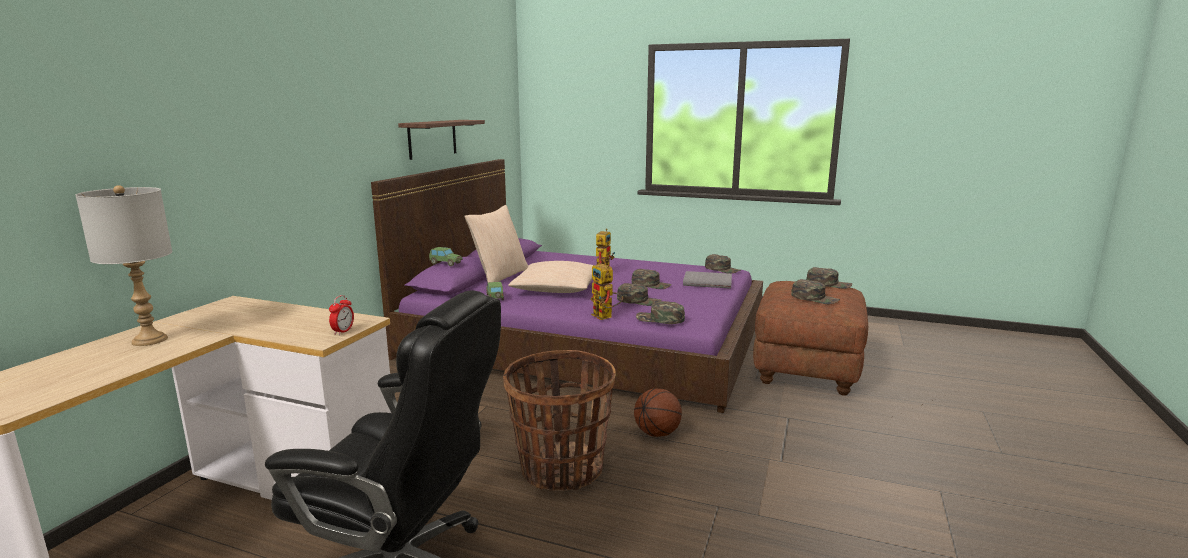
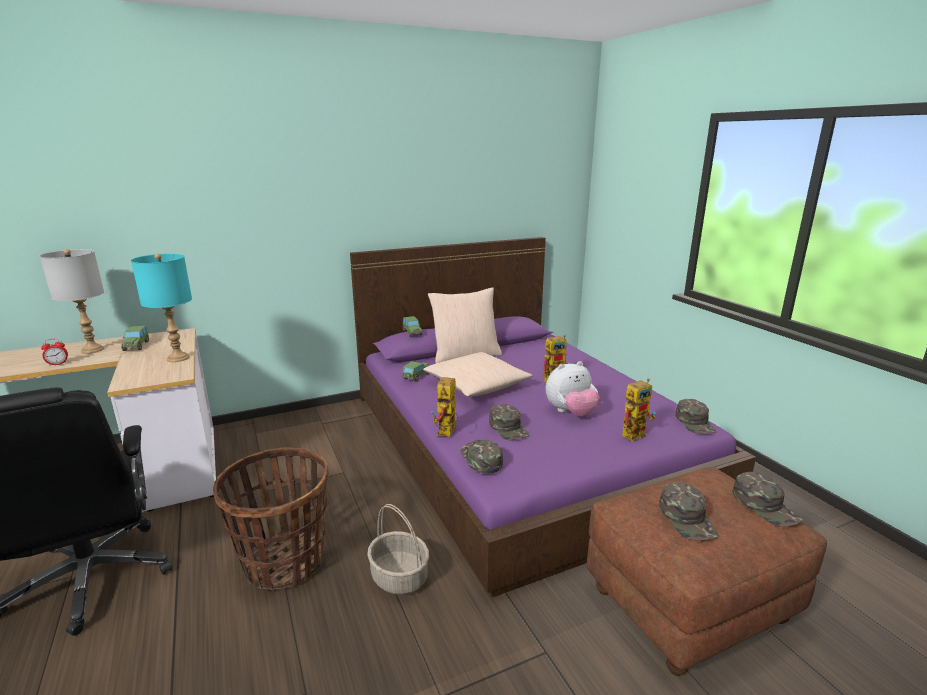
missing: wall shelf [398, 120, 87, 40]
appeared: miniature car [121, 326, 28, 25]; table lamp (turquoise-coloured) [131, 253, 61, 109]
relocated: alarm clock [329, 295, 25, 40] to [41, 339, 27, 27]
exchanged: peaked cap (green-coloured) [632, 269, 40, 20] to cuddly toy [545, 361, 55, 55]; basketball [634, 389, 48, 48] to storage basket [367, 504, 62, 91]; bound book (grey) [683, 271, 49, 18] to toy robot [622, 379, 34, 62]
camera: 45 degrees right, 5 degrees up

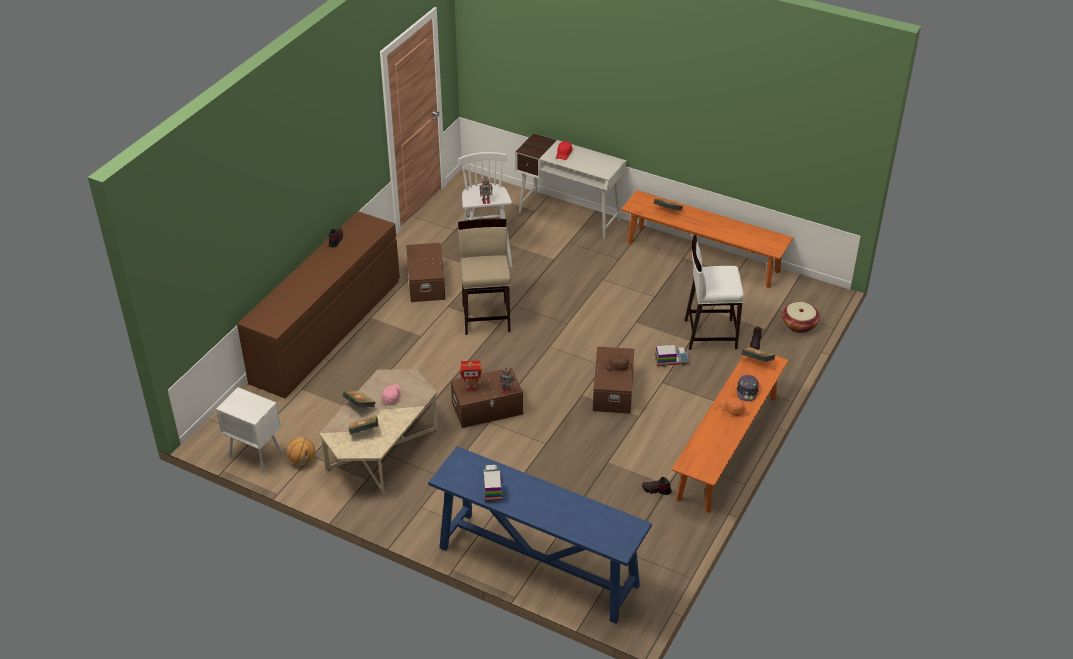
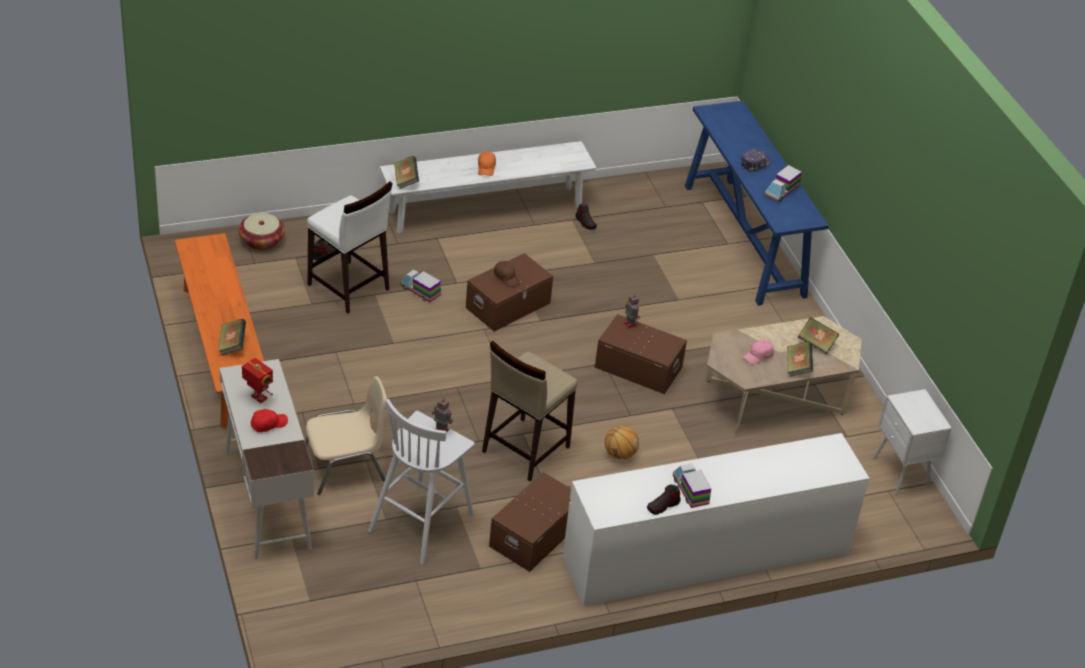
appeared: plain chair (beige) [305, 376, 82, 119]; toy lorry [673, 463, 38, 45]
relocated: basketball [287, 437, 28, 28] to [605, 425, 34, 35]; toy robot [455, 361, 33, 30] to [242, 358, 31, 45]; peaked cap [737, 375, 22, 26] to [741, 149, 30, 23]
colour: dresser (brownish) [237, 211, 163, 188] to dresser (white-coloured) [563, 433, 307, 173]; bench (orange) [671, 347, 118, 166] to bench (white-coloured) [380, 141, 217, 93]
camera: 140 degrees left, 0 degrees up

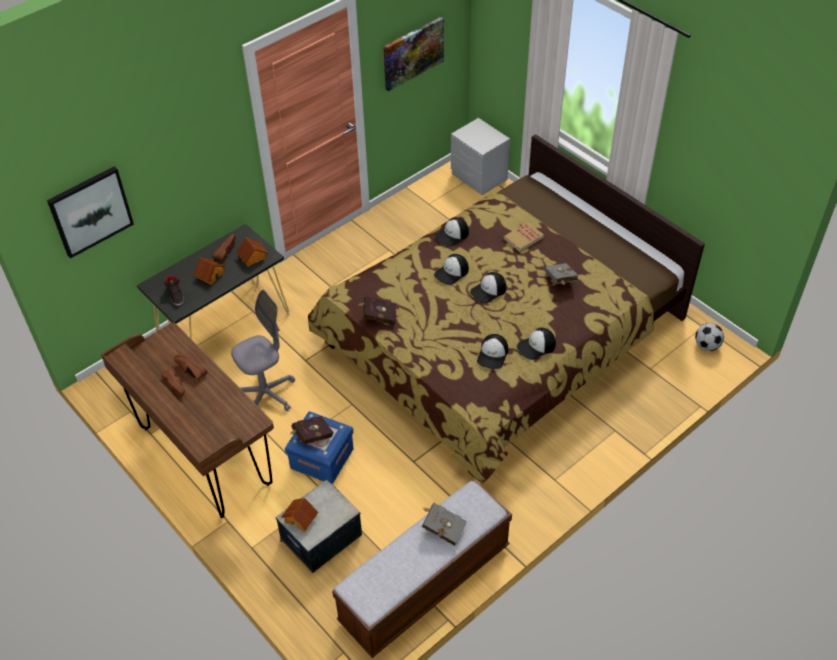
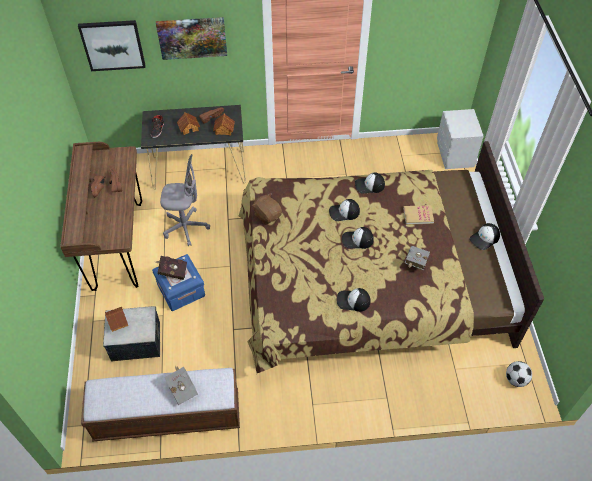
relocated: wall art [383, 17, 61, 74] to [156, 17, 71, 43]; peaked cap [477, 334, 31, 35] to [470, 223, 30, 27]
exchanged: bound book (red) [358, 296, 38, 29] to cuddly toy (brownish) [252, 193, 30, 32]
camera: 35 degrees right, 5 degrees up

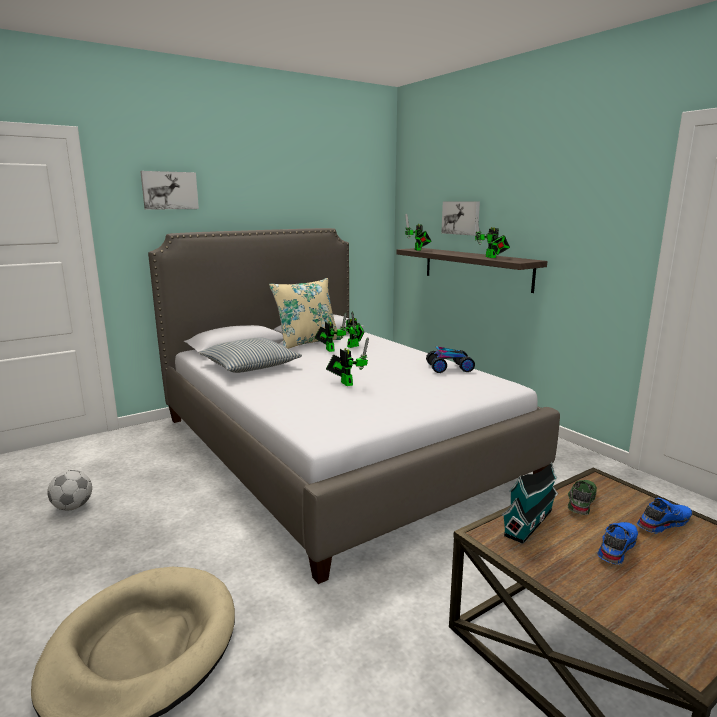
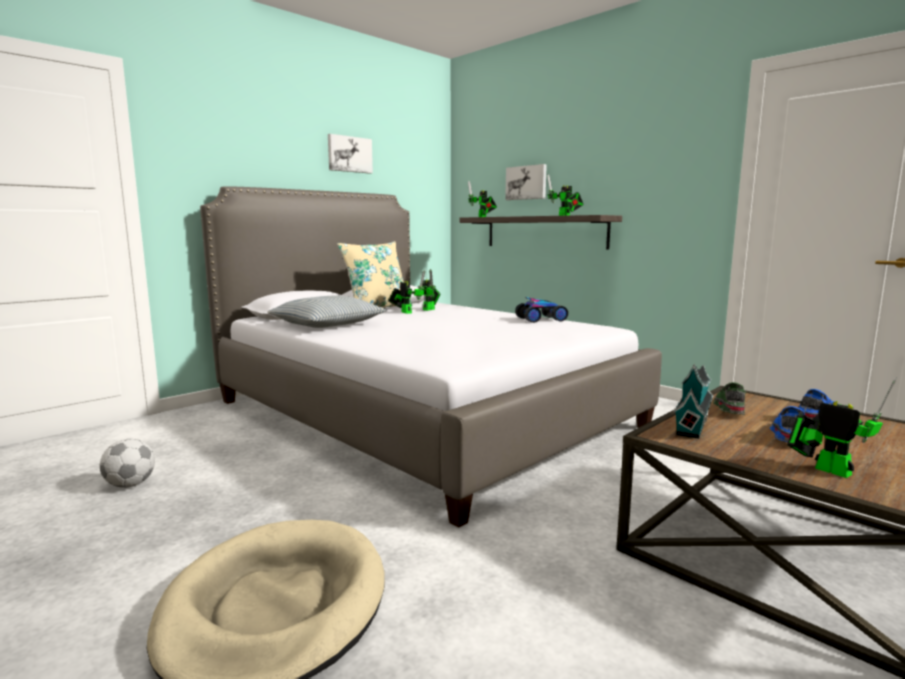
relocated: wall art [140, 171, 59, 39] to [328, 134, 45, 40]; toy robot [326, 337, 43, 49] to [787, 377, 110, 101]
camera: 10 degrees left, 5 degrees down

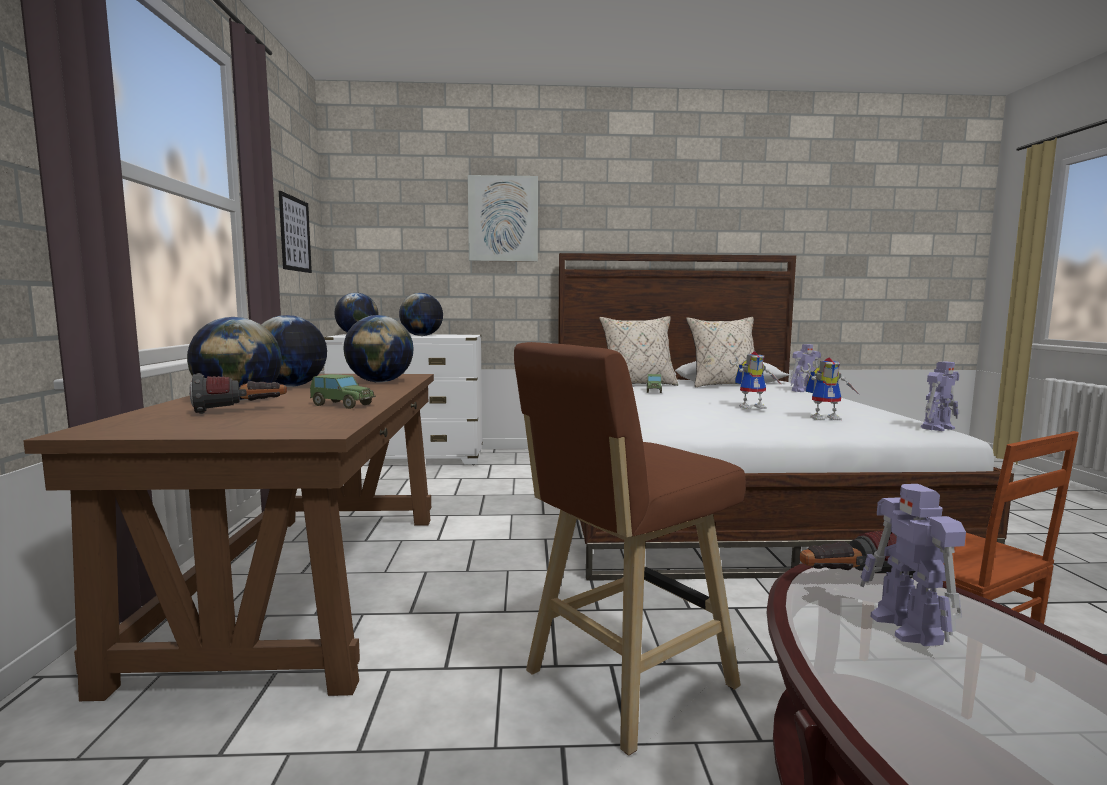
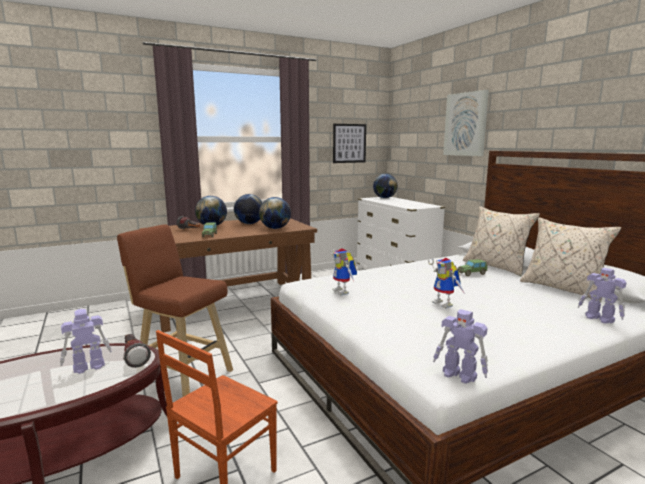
missing: desk globe [399, 293, 44, 43]
relocated: toy robot [800, 357, 59, 63] to [331, 249, 26, 46]
camera: 65 degrees right, 5 degrees up

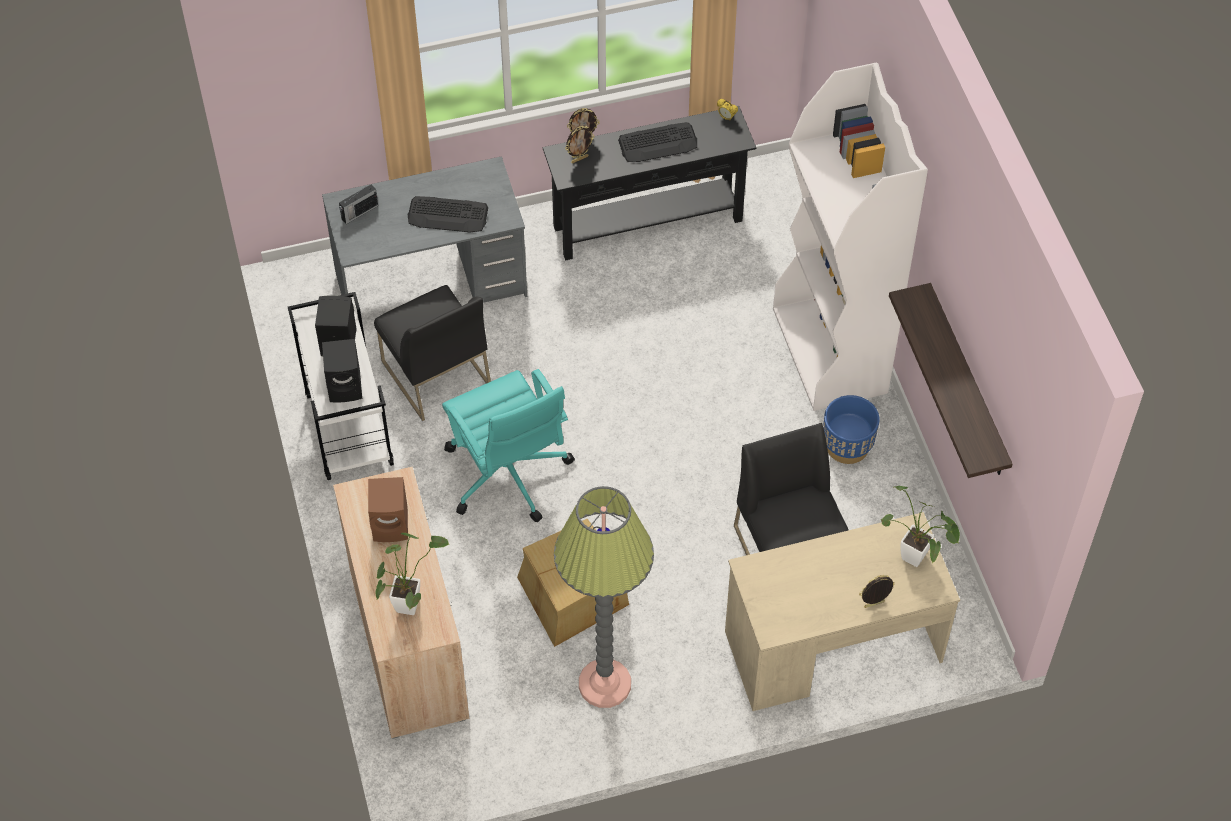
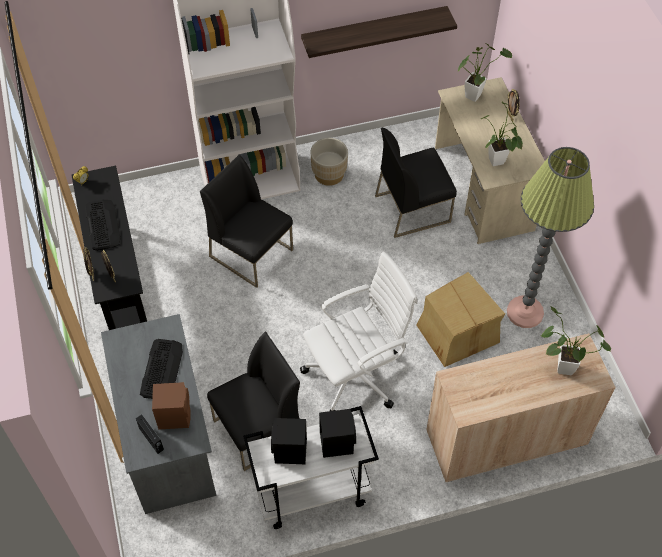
appeared: plain chair (black-coloured) [200, 154, 93, 134]; plant in a pot [481, 102, 42, 64]
relocated: speaker (brownish) [368, 477, 40, 65] to [152, 382, 39, 48]
colour: office chair (turquoise-coloured) [442, 369, 133, 154] to office chair (white-coloured) [300, 251, 117, 160]; planter (blue) [823, 395, 57, 69] to planter (beige) [311, 138, 37, 48]
camera: 90 degrees left, 0 degrees up

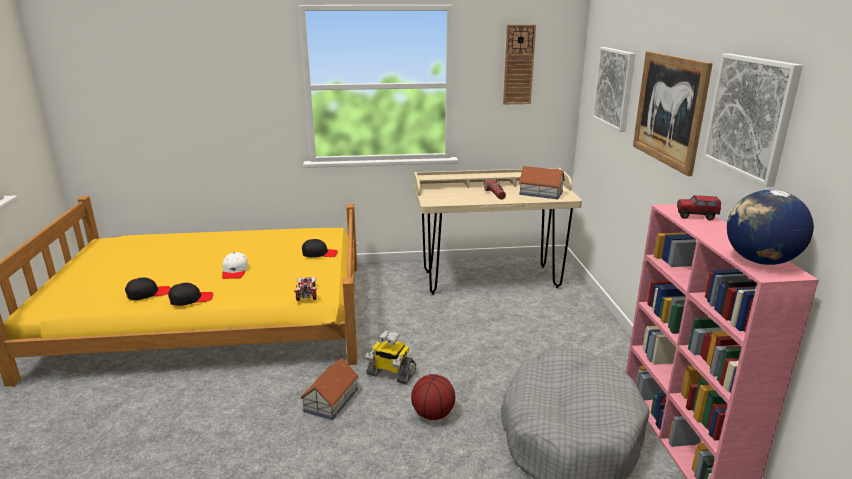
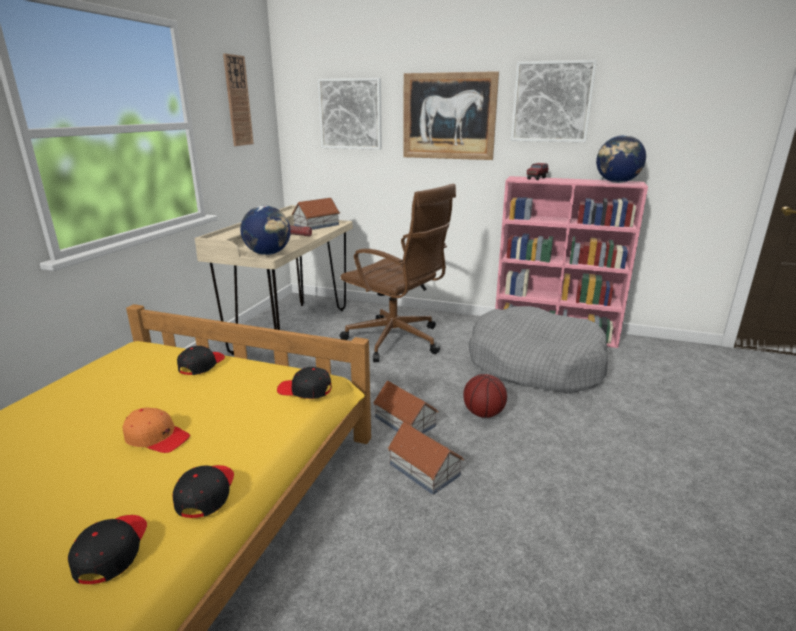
appeared: desk globe [240, 206, 51, 49]; office chair (brownish) [340, 184, 116, 178]
exchanged: miniature car [294, 277, 24, 24] to peaked cap (black-coloured) [277, 367, 55, 32]; toy robot [366, 330, 50, 54] to toy house [373, 381, 65, 52]
colour: peaked cap (white-coloured) [222, 252, 26, 27] to peaked cap (orange) [123, 408, 67, 45]
camera: 65 degrees left, 0 degrees up

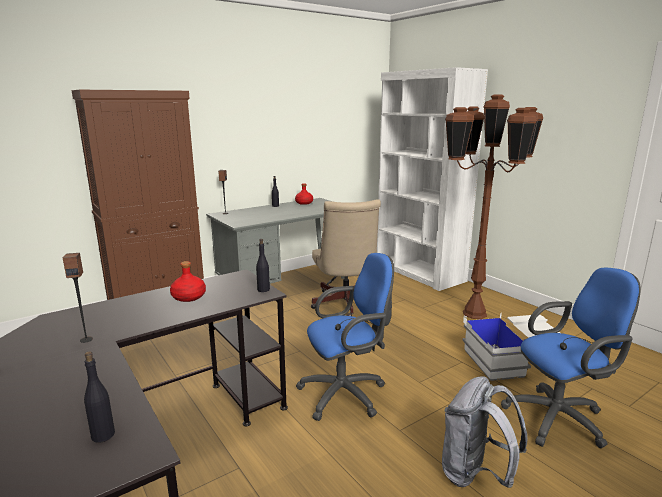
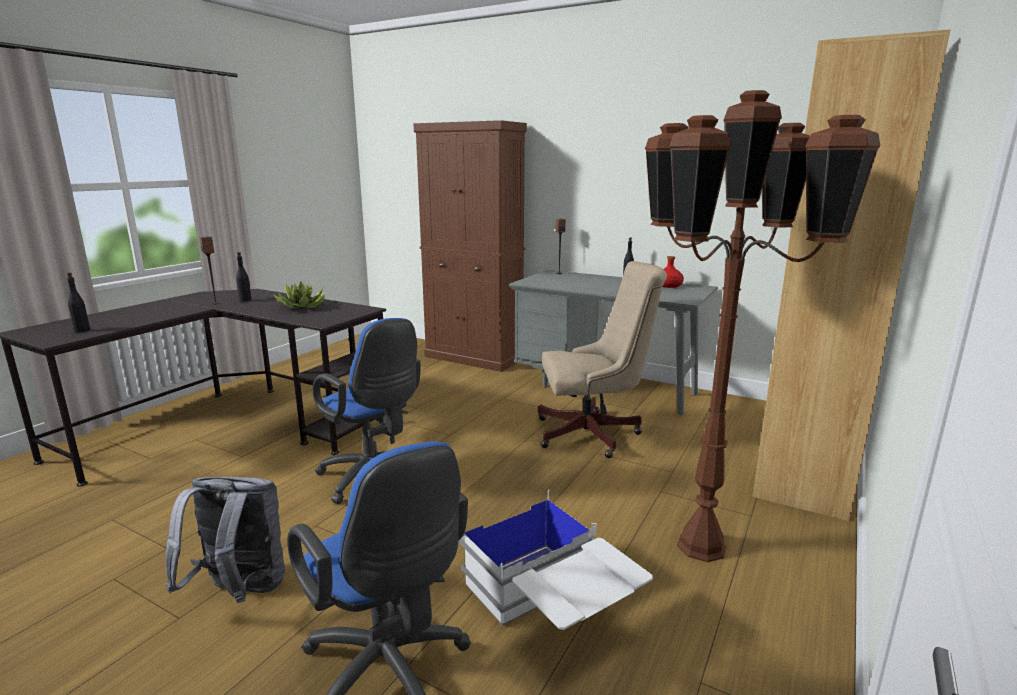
relocated: beverage bottle (black-coloured) [256, 239, 14, 53] to [236, 252, 15, 50]
exchanged: beverage bottle (red) [170, 261, 36, 41] to plant in a pot [274, 281, 51, 28]
colour: bookshelf (white-coloured) [377, 67, 111, 224] to bookshelf (brownish) [752, 29, 199, 492]
spun: office chair (beige) [311, 199, 70, 117] = [538, 261, 129, 197] 150 degrees counterclockwise
camera: 65 degrees right, 0 degrees up

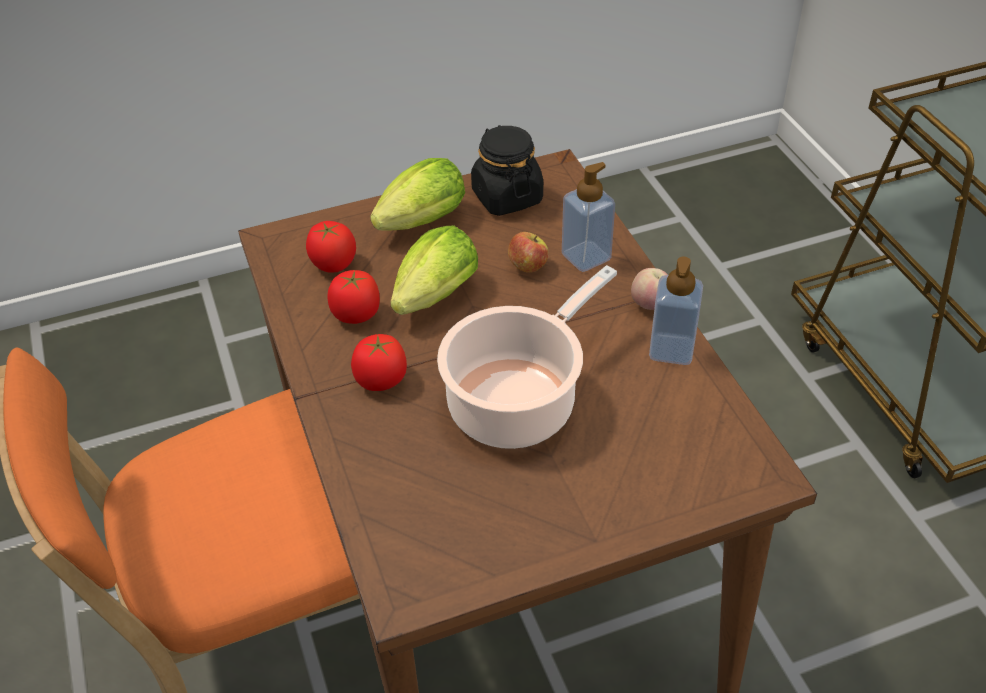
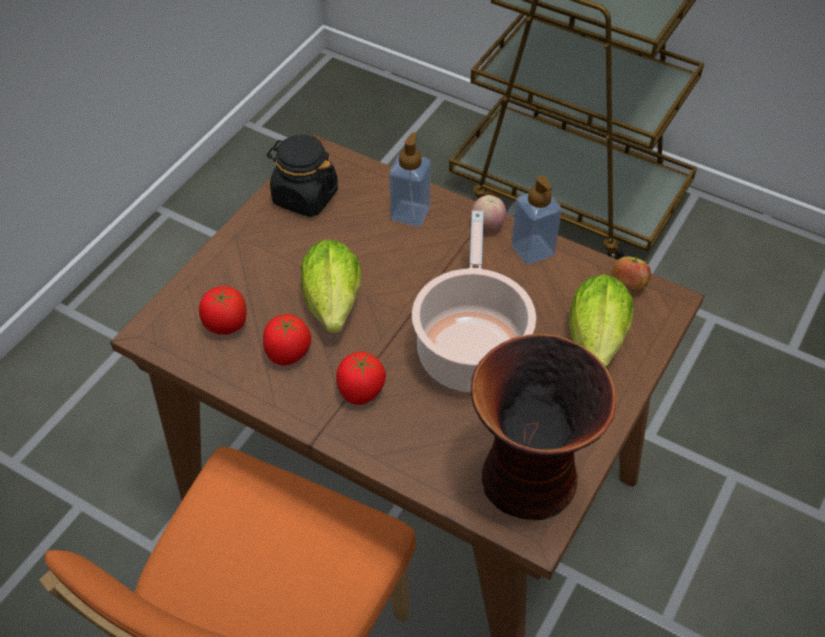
appeared: decorative vase [471, 334, 145, 186]
relocated: lettuce head [370, 158, 95, 73] to [569, 274, 64, 94]; apple [508, 232, 41, 41] to [611, 256, 40, 36]
camera: 40 degrees left, 5 degrees up

